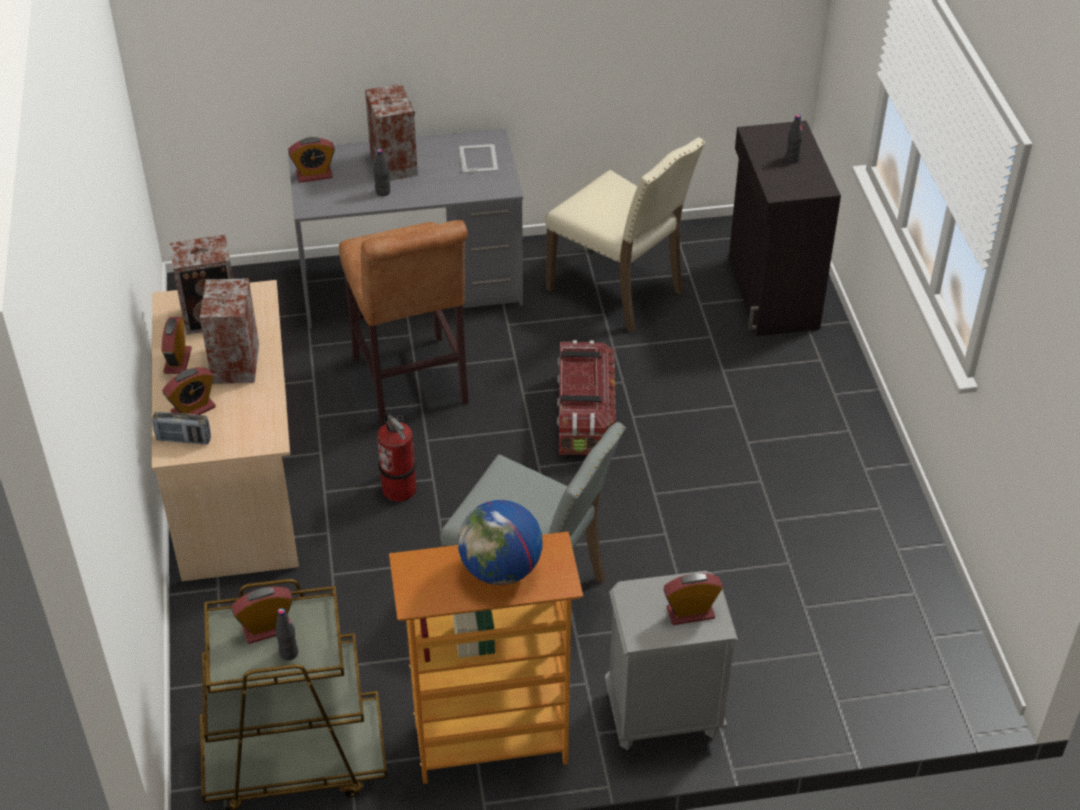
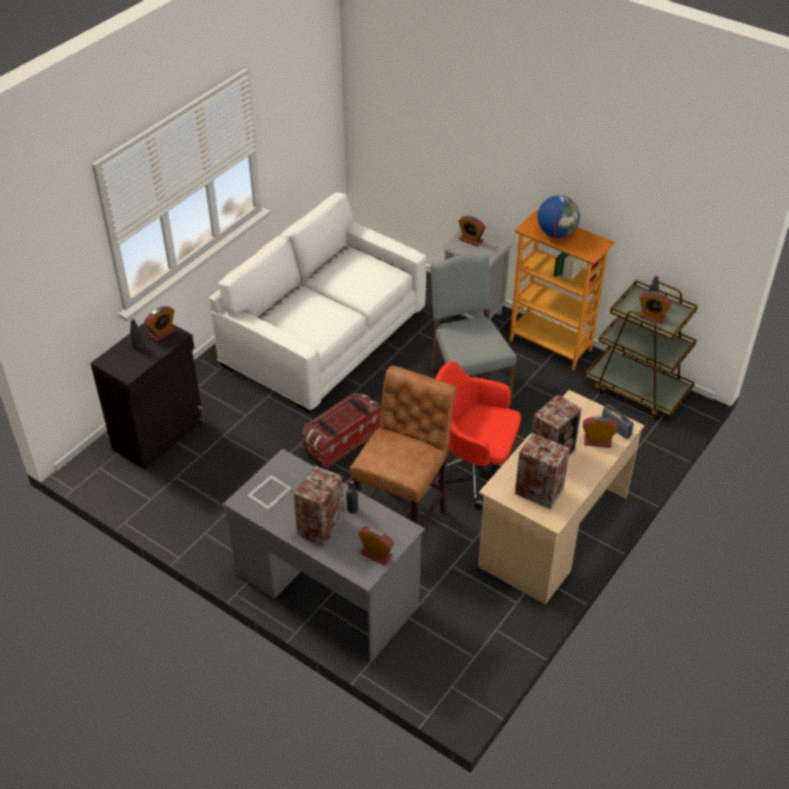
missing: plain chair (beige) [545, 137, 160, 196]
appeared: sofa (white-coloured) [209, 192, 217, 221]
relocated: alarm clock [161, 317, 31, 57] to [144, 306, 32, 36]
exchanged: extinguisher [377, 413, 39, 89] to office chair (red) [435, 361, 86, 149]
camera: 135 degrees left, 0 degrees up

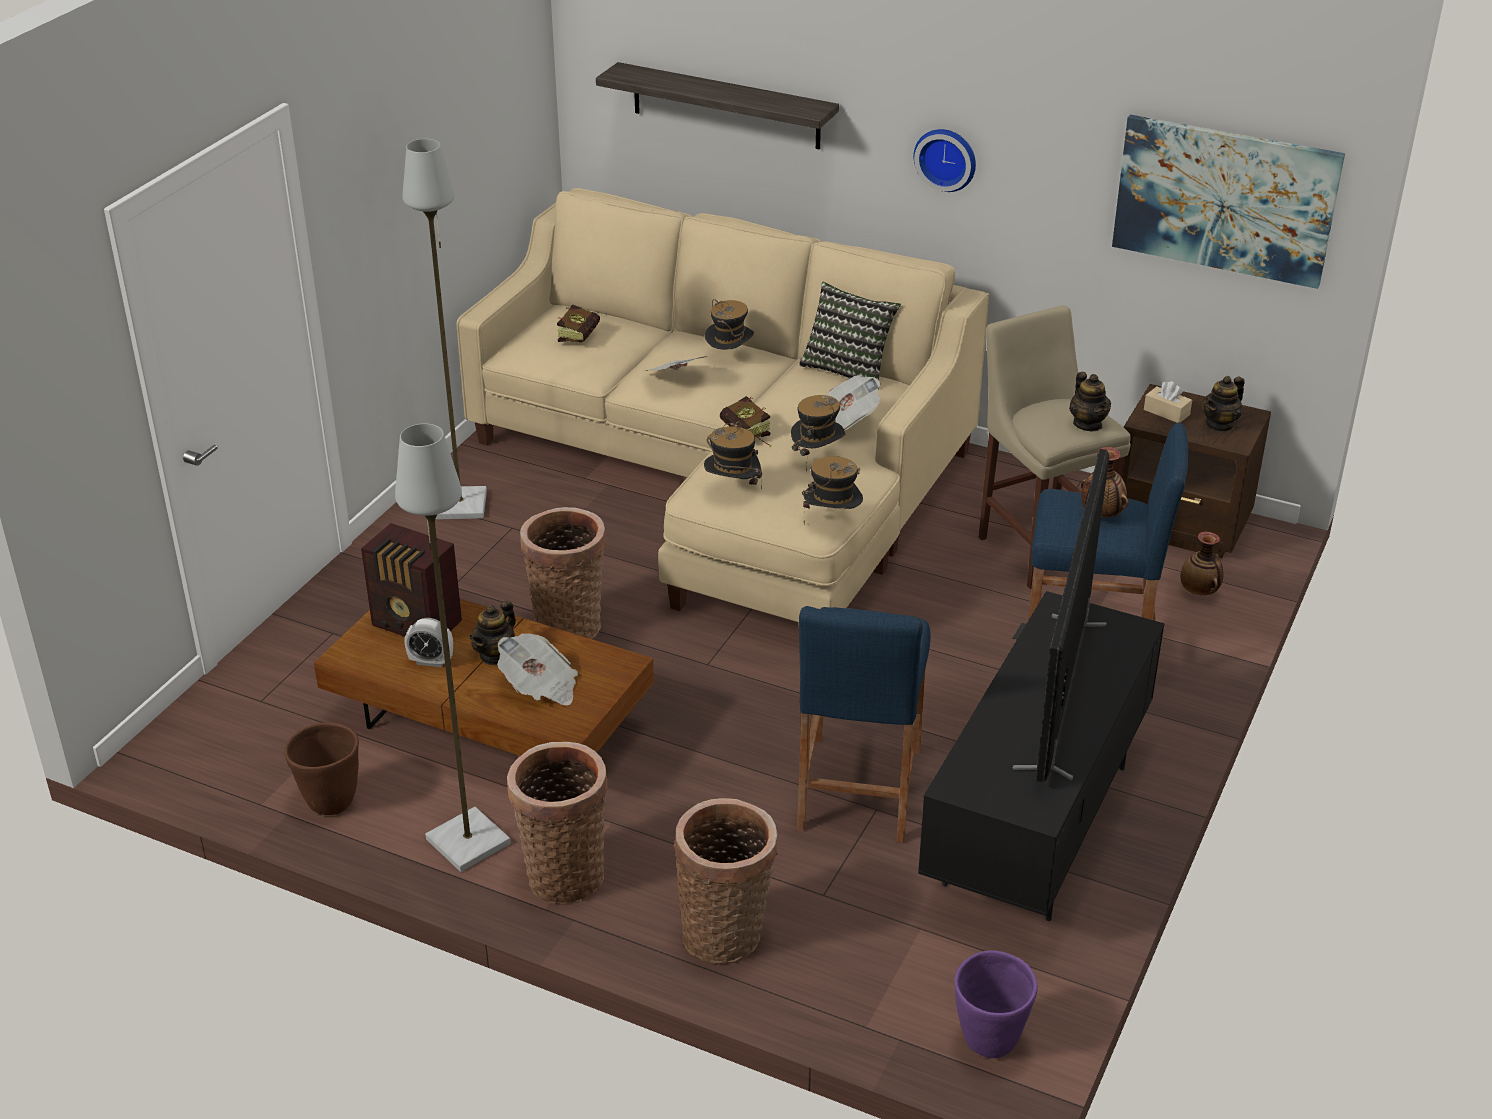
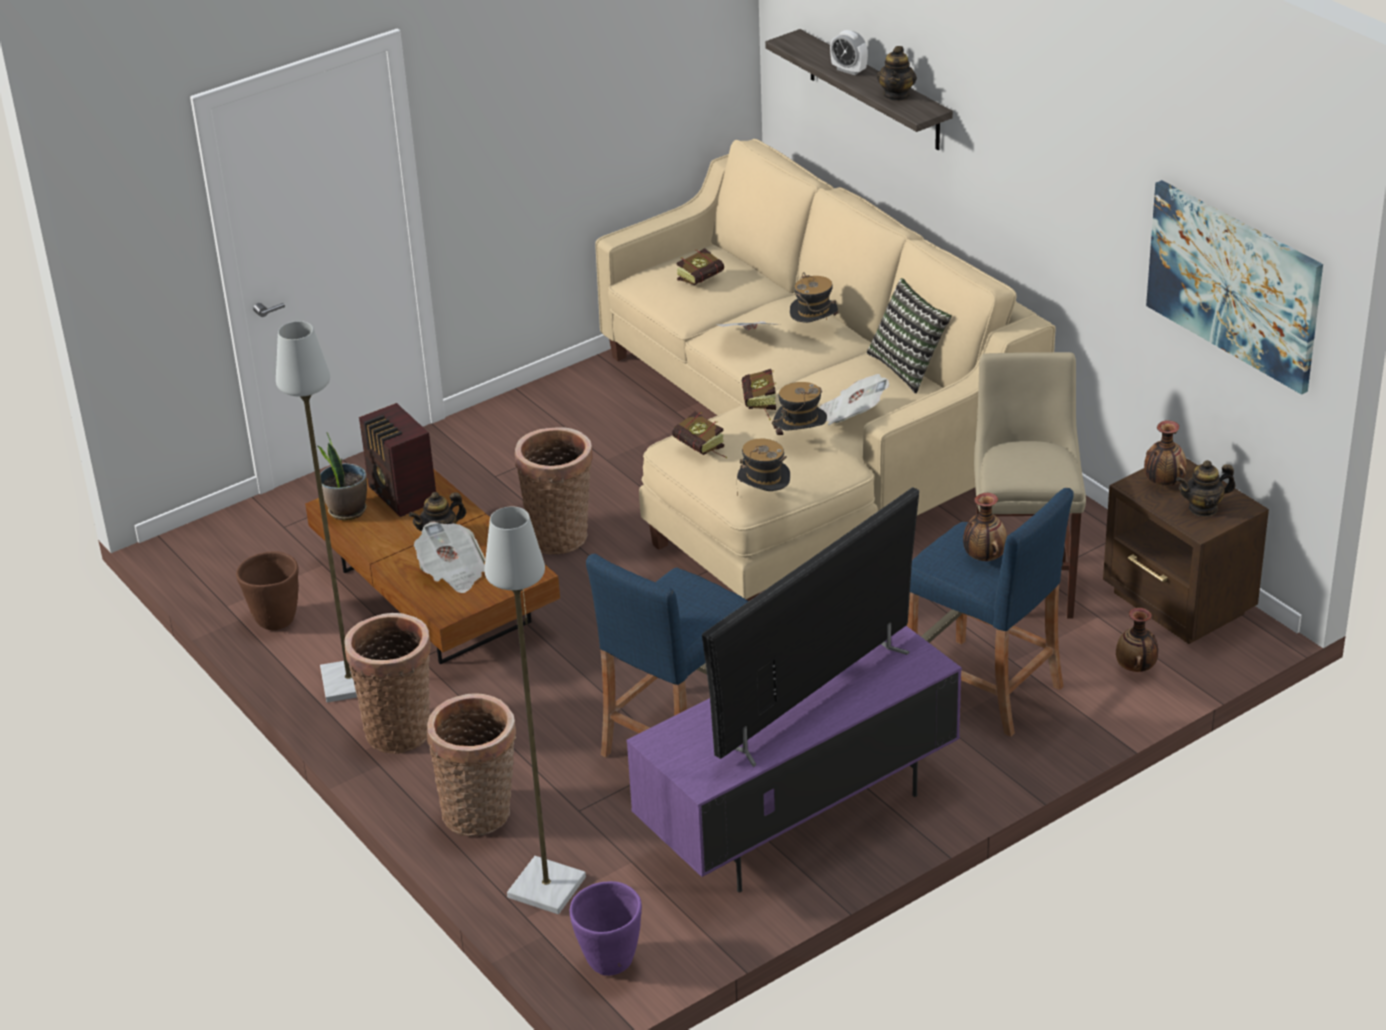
missing: hanging clock [913, 129, 63, 63]
appeared: plant in a pot [316, 432, 51, 88]
relocated: standard lamp (grey) [403, 139, 84, 381] to [484, 506, 102, 408]; alarm clock [404, 618, 49, 49] to [830, 30, 38, 45]; tea pot [1069, 372, 42, 59] to [877, 46, 40, 55]
exchanged: wearable hat [704, 421, 58, 69] to bound book [672, 412, 55, 46]; tissue holder (beige) [1144, 381, 48, 42] to decorative vase [1144, 420, 43, 66]
colour: tv stand (black-coloured) [918, 591, 246, 330] to tv stand (purplish) [626, 626, 336, 266]
camera: 30 degrees right, 0 degrees up

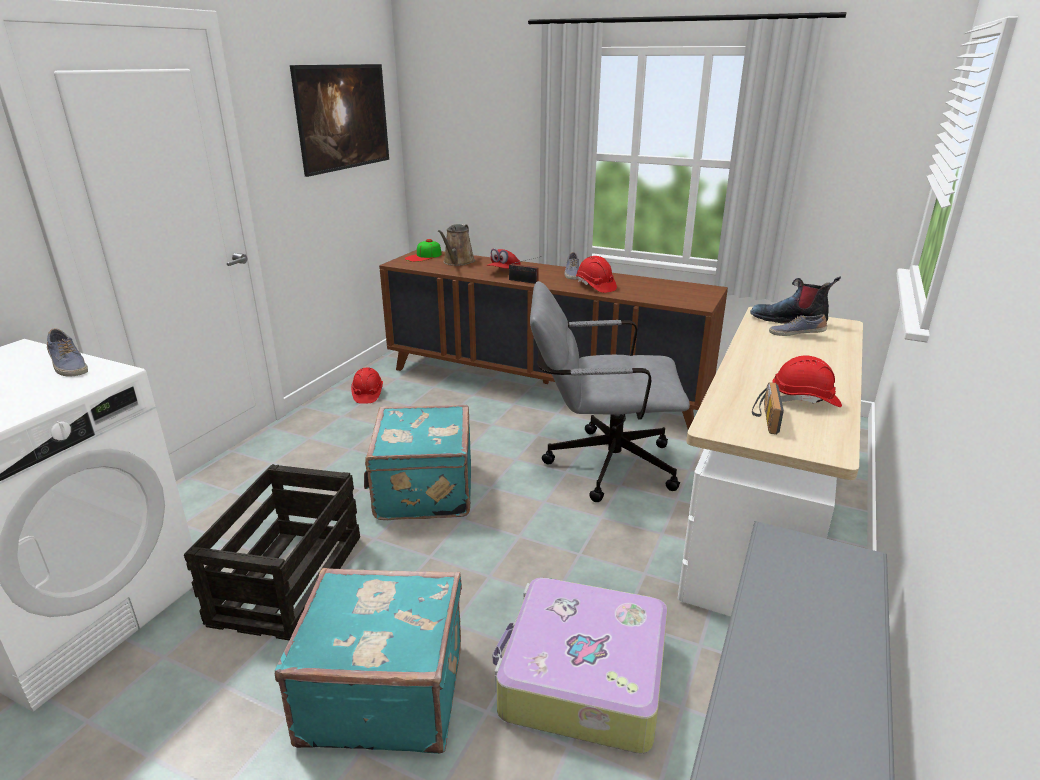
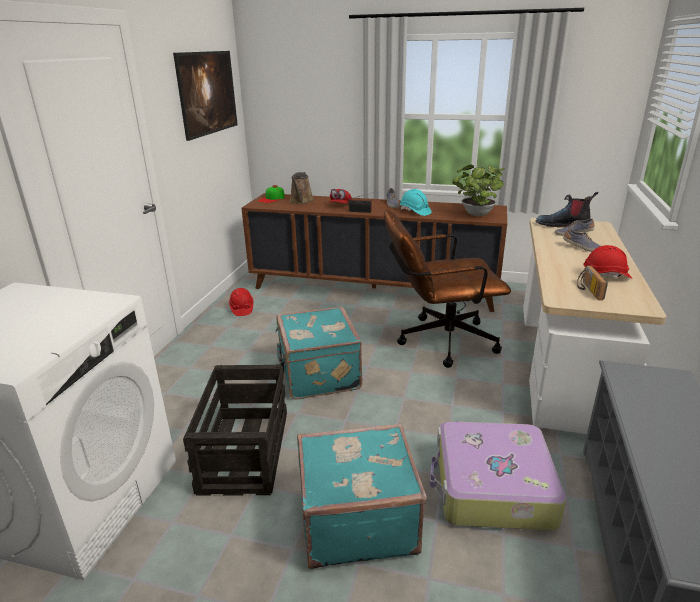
appeared: plant in a pot [452, 165, 52, 51]
relocated: low shoe [47, 328, 41, 49] to [563, 228, 38, 24]
colour: office chair (grey) [530, 281, 160, 221] to office chair (brownish) [384, 210, 127, 158]; hard hat (red) [576, 256, 41, 37] to hard hat (turquoise-coloured) [400, 189, 32, 27]
camera: 10 degrees left, 0 degrees up

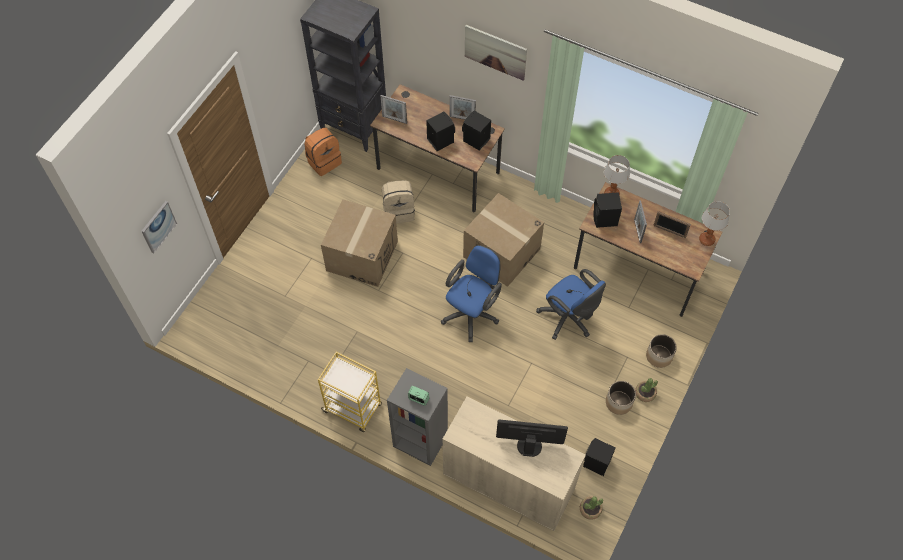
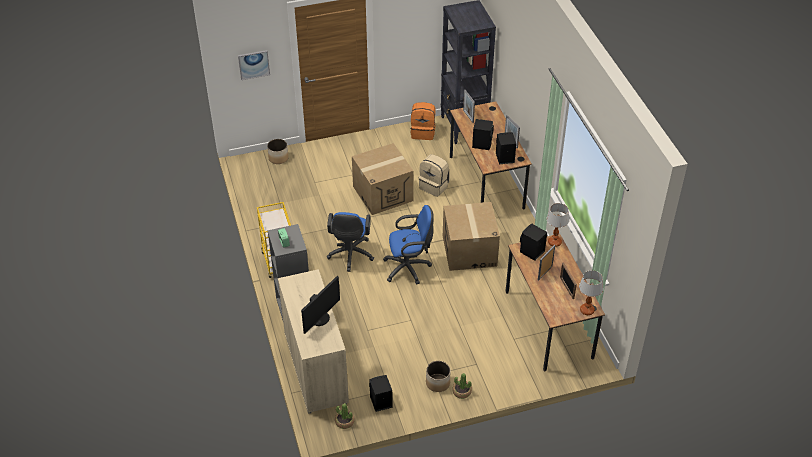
missing: wall art [465, 25, 62, 56]
relocated: office chair (blue) [536, 269, 70, 71] to [327, 212, 47, 60]; planter [646, 334, 31, 34] to [267, 139, 22, 25]
spun: computer display [496, 420, 72, 37] = [301, 276, 39, 58] 75 degrees clockwise
camera: 45 degrees right, 15 degrees down

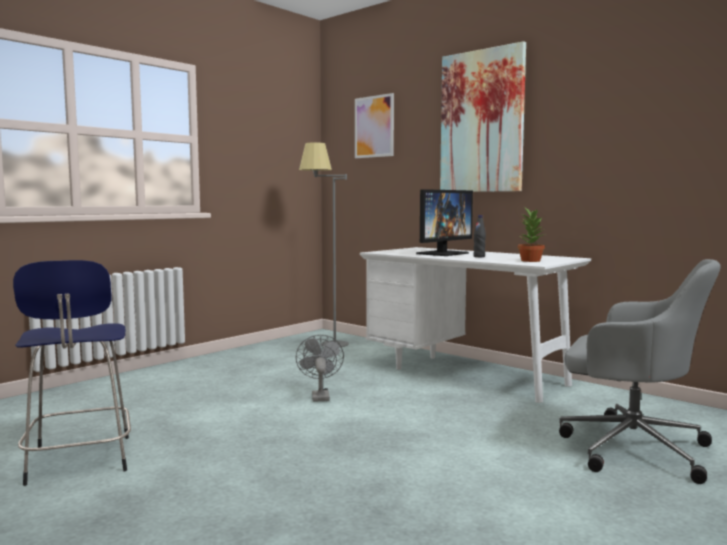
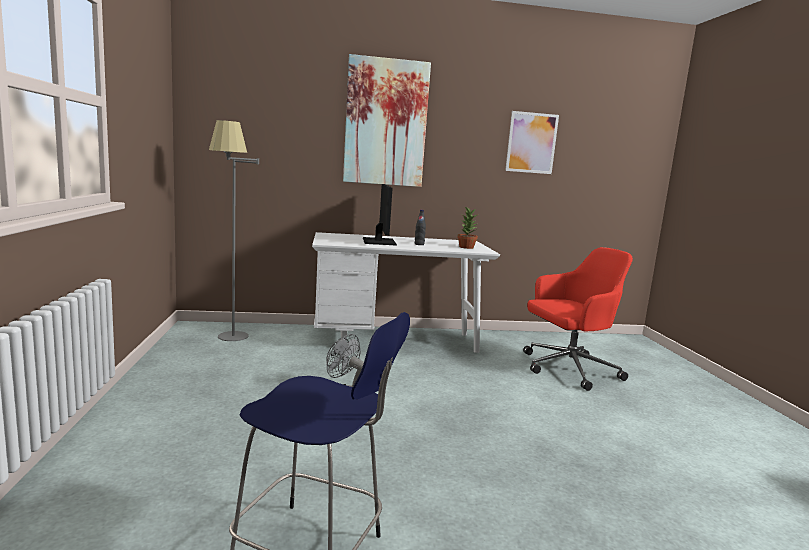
relocated: wall art [355, 93, 39, 65] to [505, 111, 54, 63]
colour: office chair (grey) [559, 259, 162, 225] to office chair (red) [523, 247, 110, 144]
camera: 50 degrees left, 5 degrees up

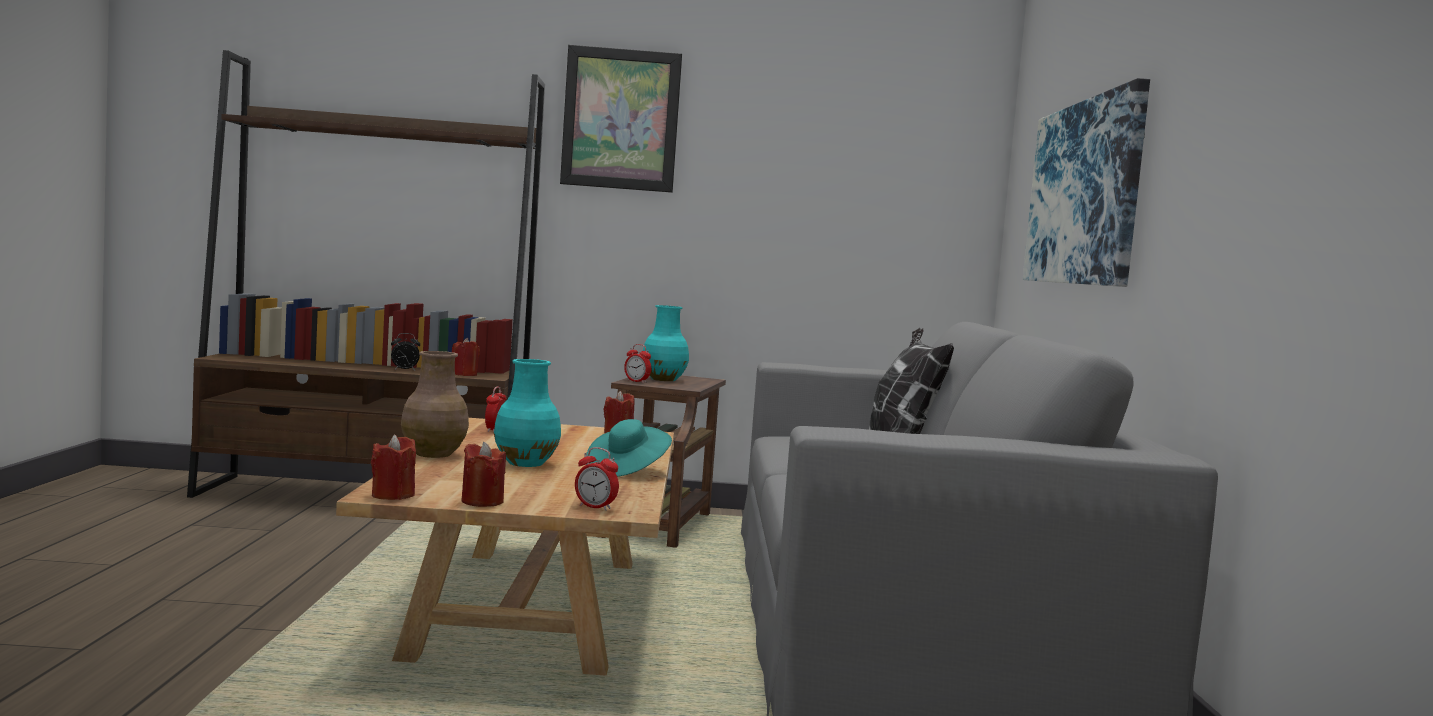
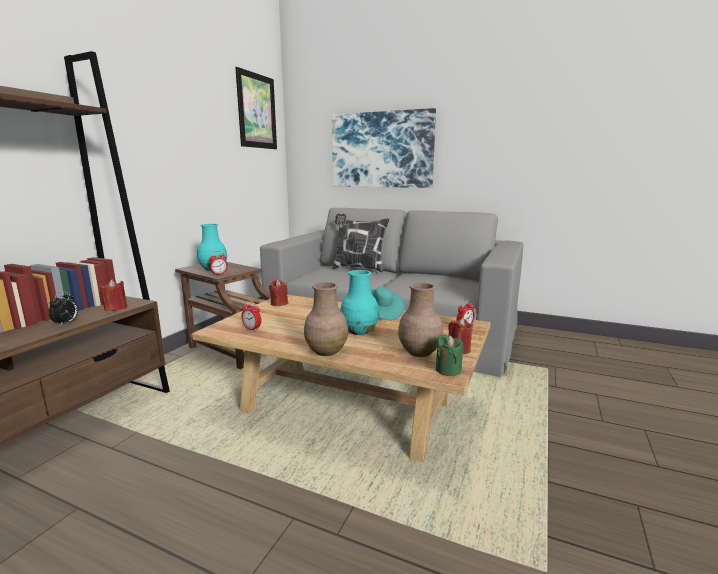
appeared: decorative vase (brownish) [398, 283, 45, 74]
relocated: wall art [560, 45, 122, 148] to [235, 67, 42, 82]
colour: wax candle (red) [371, 435, 45, 65] to wax candle (green-coloured) [436, 334, 28, 42]
camera: 65 degrees left, 10 degrees up

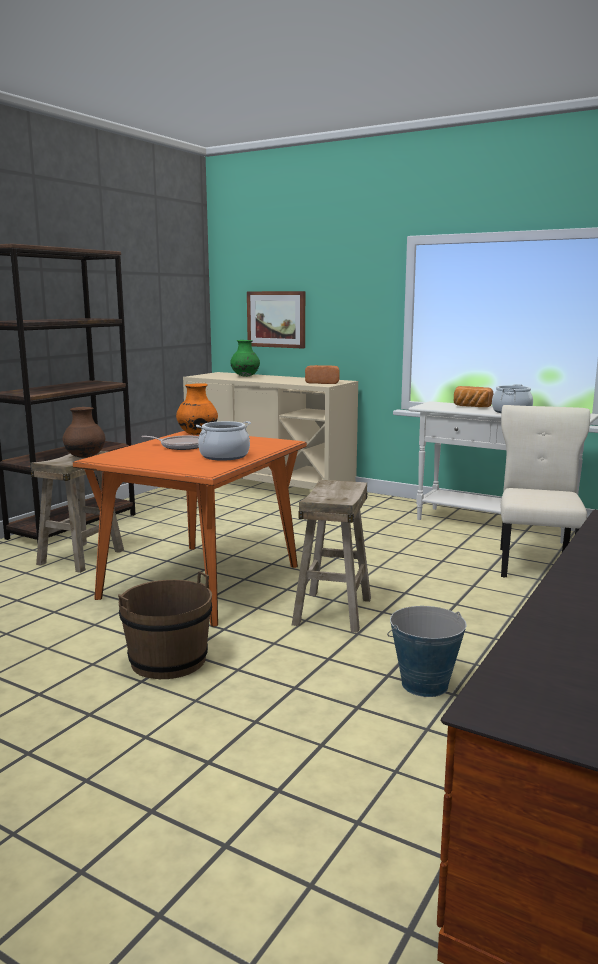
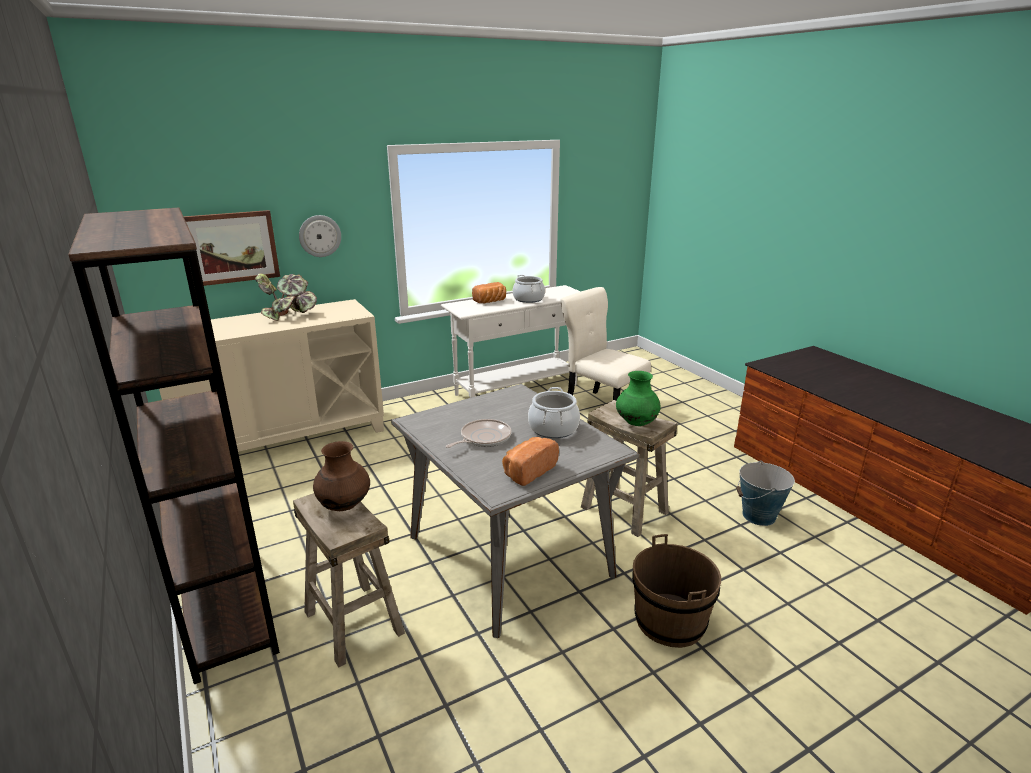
missing: decorative vase (orange) [176, 383, 42, 52]
appeared: plant in a pot [255, 273, 62, 48]; hanging clock [299, 215, 42, 42]
relocated: decorative vase (green-coloured) [230, 340, 30, 37] to [616, 371, 45, 55]; bread [305, 365, 35, 19] to [502, 437, 57, 49]
colour: dining table (orange) [73, 431, 234, 196] to dining table (grey) [391, 384, 248, 254]
camera: 60 degrees left, 10 degrees up

